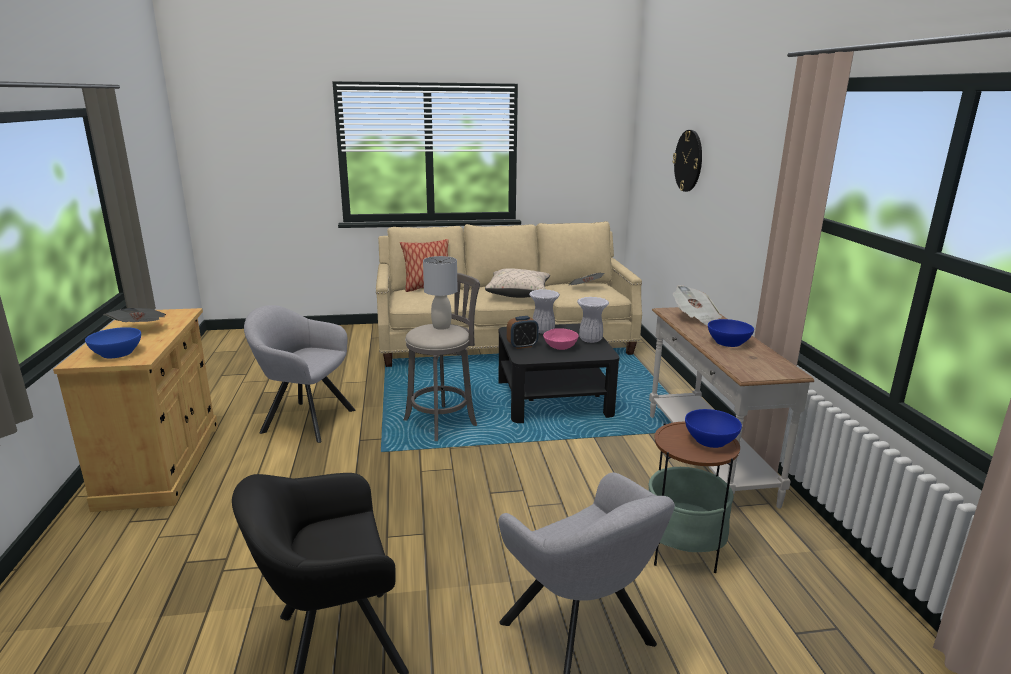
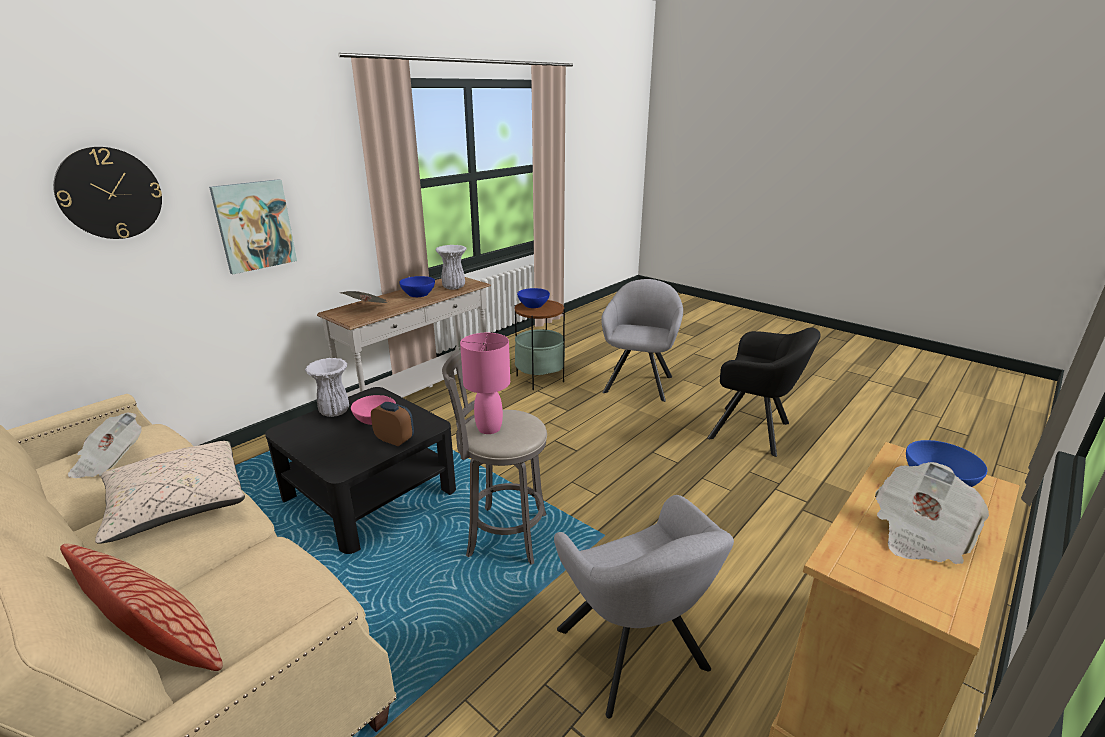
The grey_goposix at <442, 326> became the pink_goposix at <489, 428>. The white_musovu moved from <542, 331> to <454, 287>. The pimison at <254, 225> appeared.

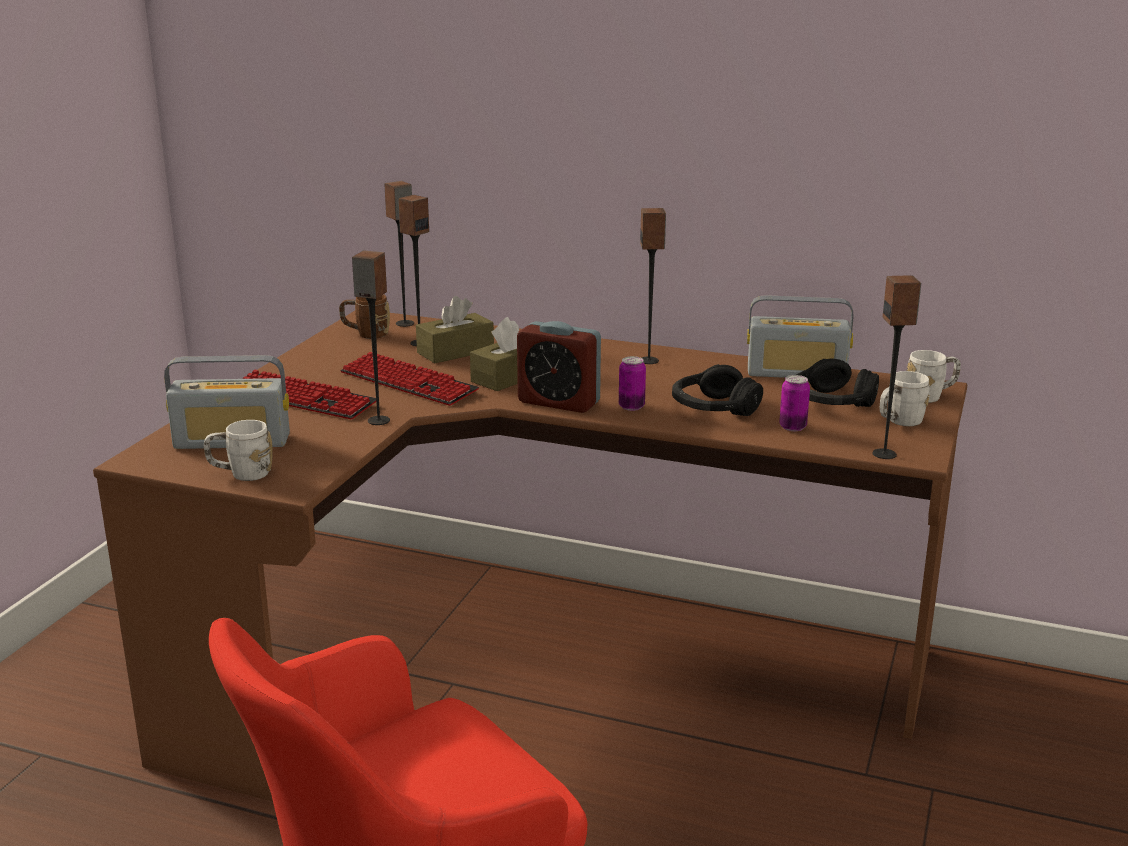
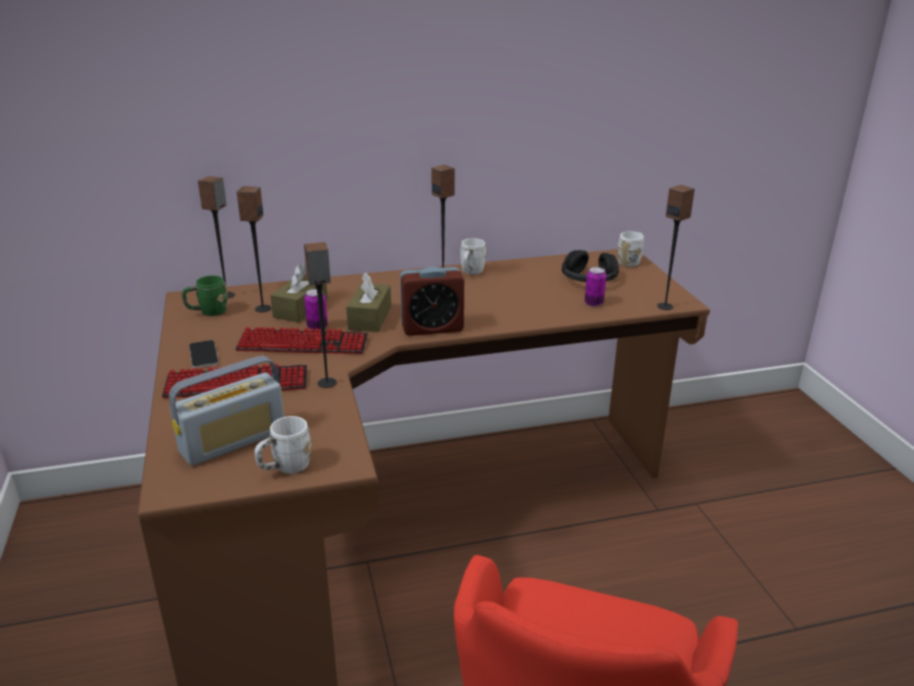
The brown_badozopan at <366, 334> became the green_badozopan at <207, 312>. The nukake moved from <631, 407> to <317, 327>. The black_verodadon at <713, 408> disappeared. The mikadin at <796, 373> disappeared. The white_badozopan moved from <899, 422> to <471, 272>. The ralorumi at <203, 355> appeared.

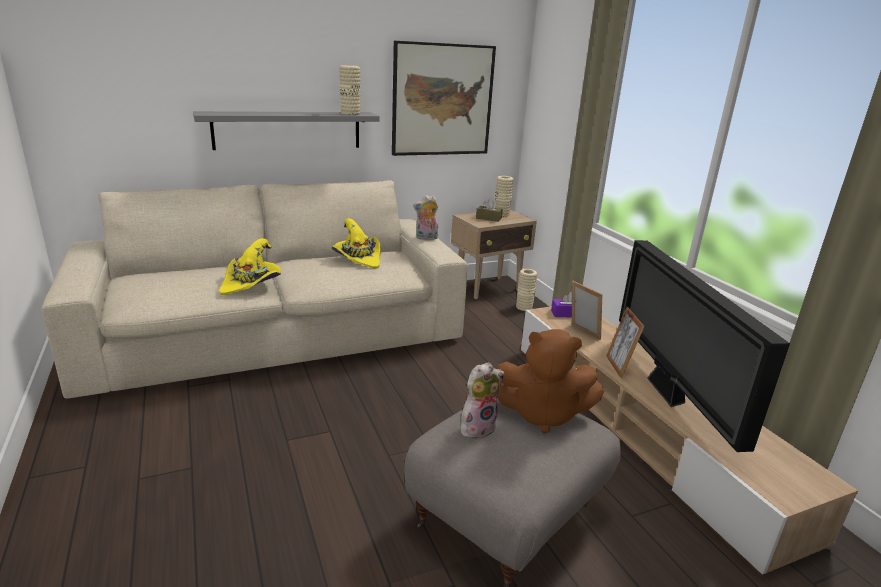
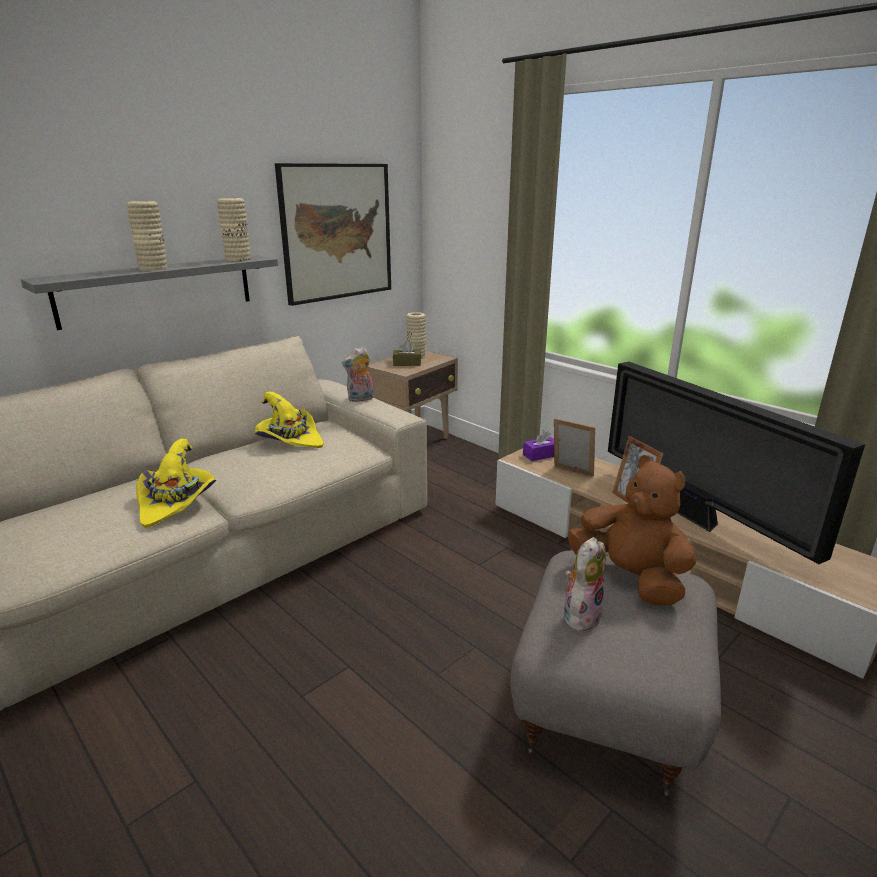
The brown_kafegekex at <542, 414> turned 120 degrees counterclockwise. The beige_musovu moved from <524, 307> to <153, 268>.

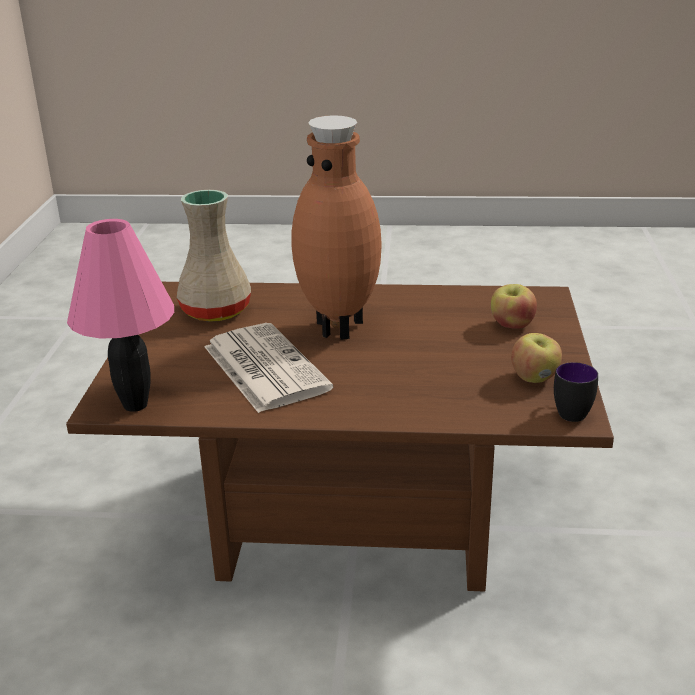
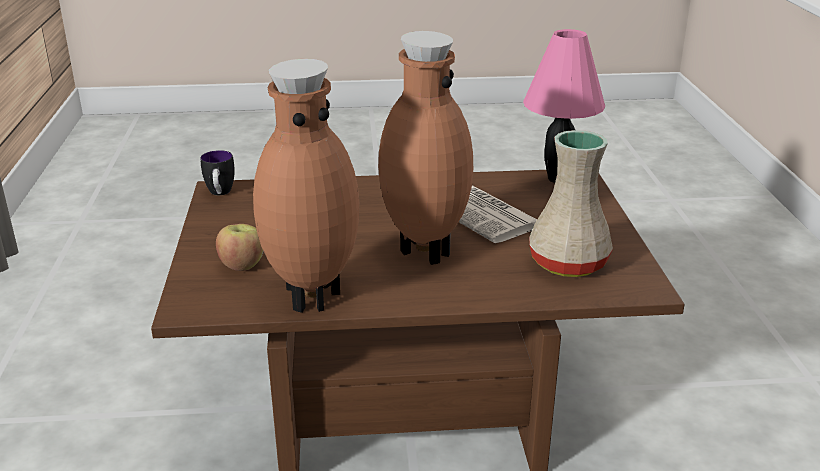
The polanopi at <535, 378> disappeared. The brown_musovu at <311, 296> appeared.

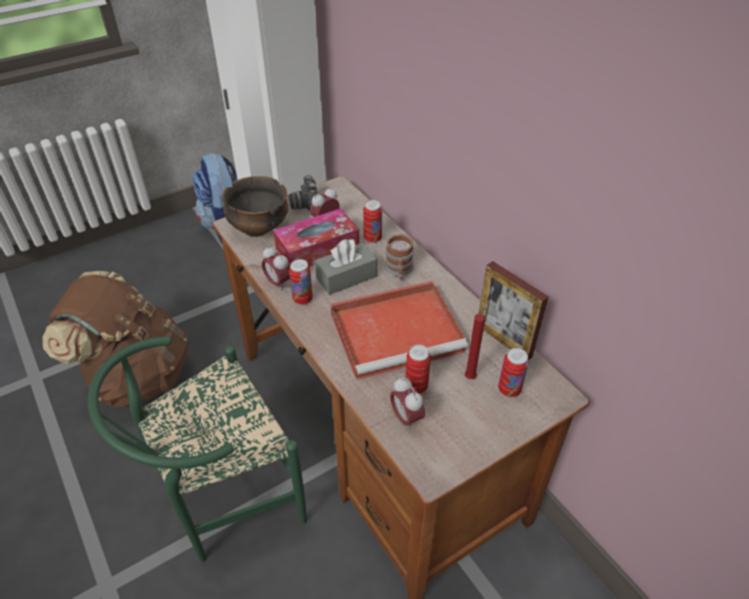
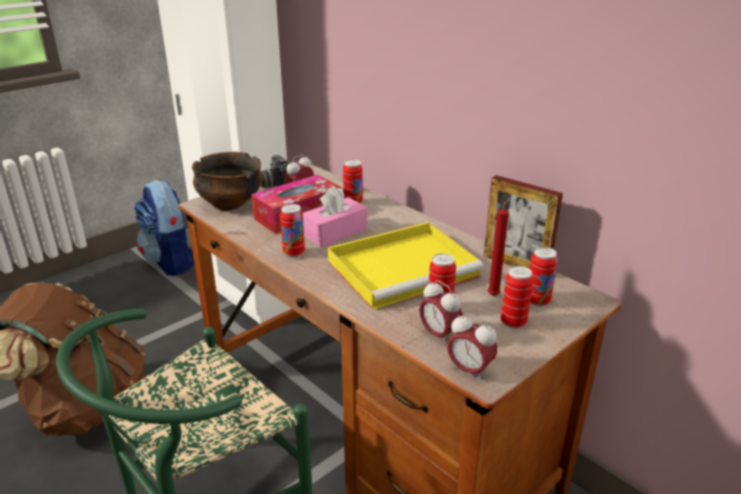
The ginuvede moved from <278, 283> to <469, 370>. The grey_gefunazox at <346, 277> became the pink_gefunazox at <335, 232>. The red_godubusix at <398, 331> became the yellow_godubusix at <405, 268>. The badozopan at <399, 270> disappeared. The nukake at <513, 322> appeared.

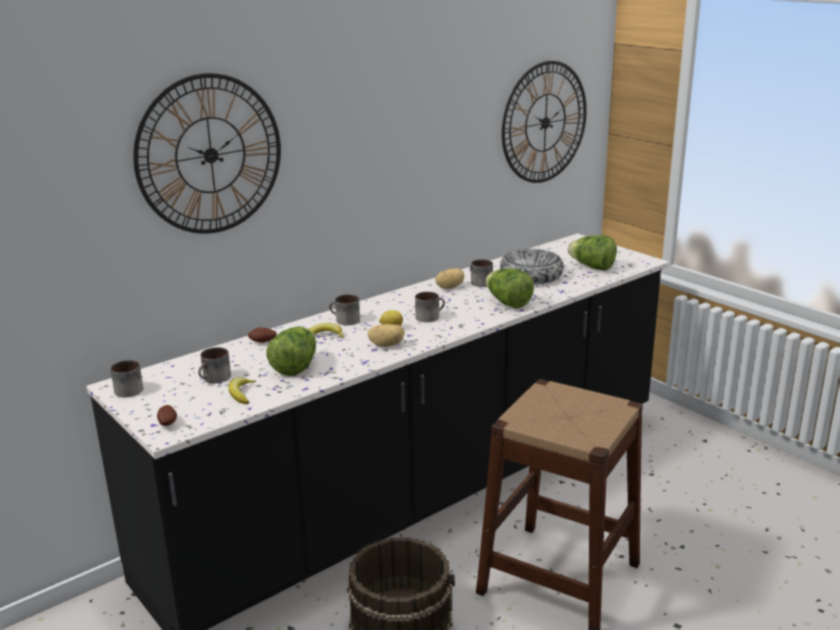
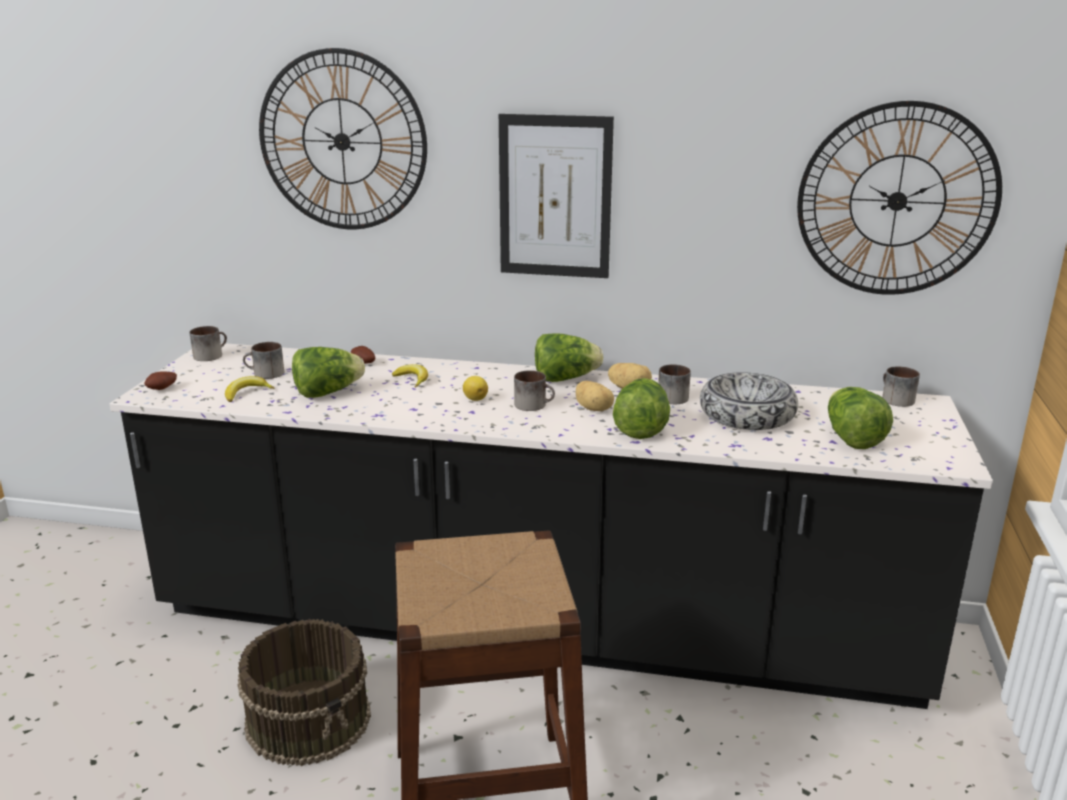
The badozopan moved from <344, 320> to <894, 399>. The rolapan moved from <386, 345> to <594, 409>. The pimison at <555, 197> appeared. The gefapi at <565, 379> appeared.

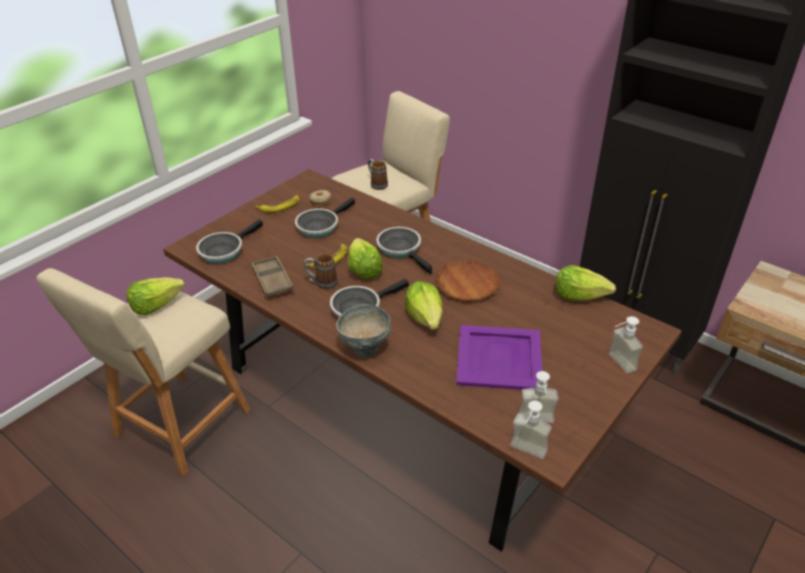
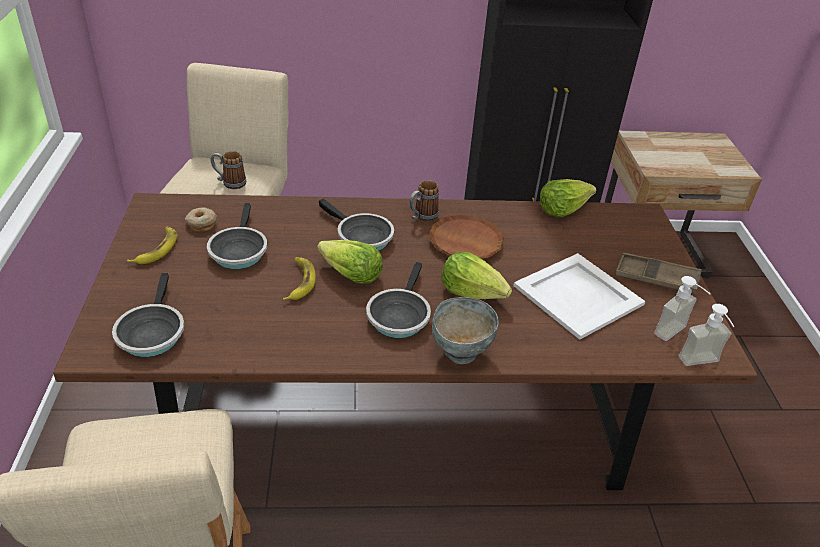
The gefapi at <156, 304> disappeared. The brown_godubusix moved from <272, 280> to <656, 278>. The badozopan moved from <321, 283> to <422, 217>. The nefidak at <401, 249> turned 150 degrees counterclockwise. The purple_godubusix at <500, 357> became the white_godubusix at <578, 294>. The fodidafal at <616, 364> disappeared.

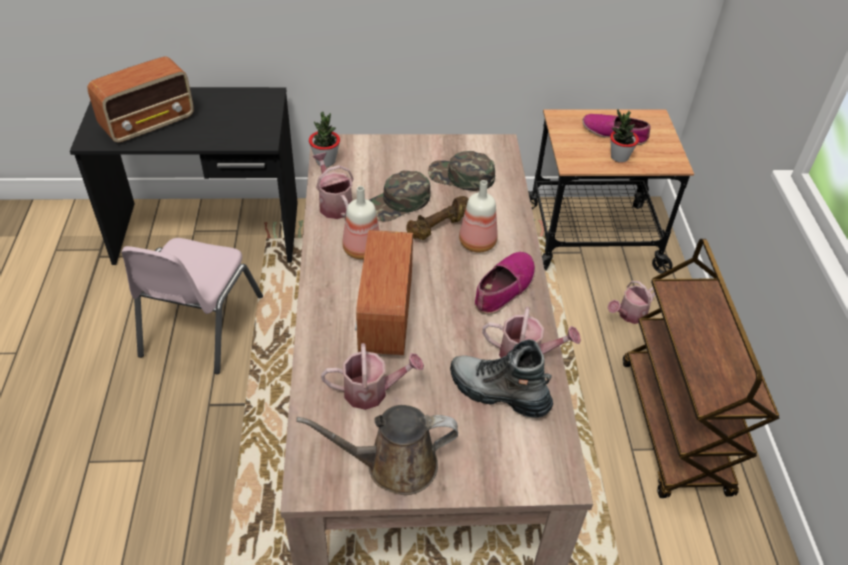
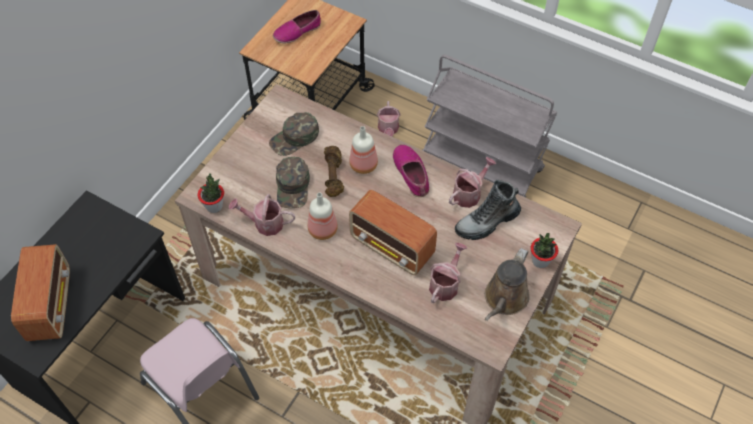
The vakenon moved from <619, 157> to <540, 261>. The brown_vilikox at <674, 427> became the grey_vilikox at <482, 164>.

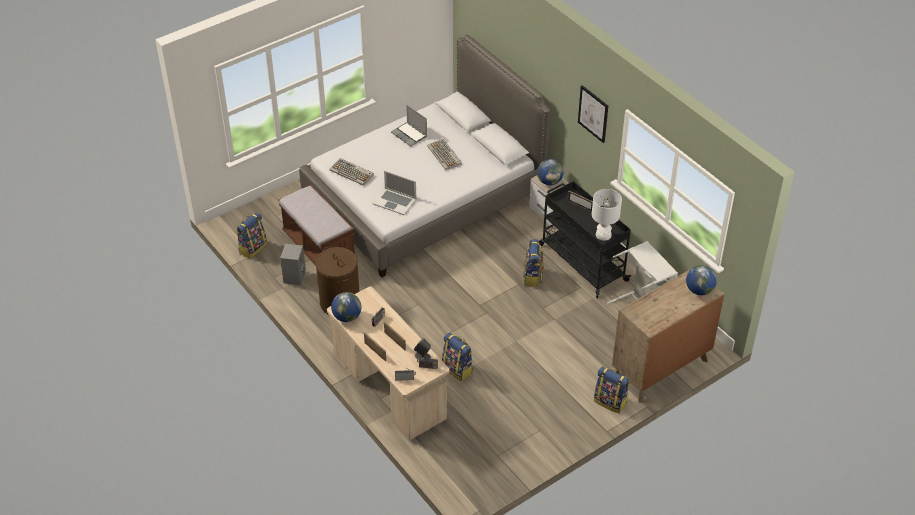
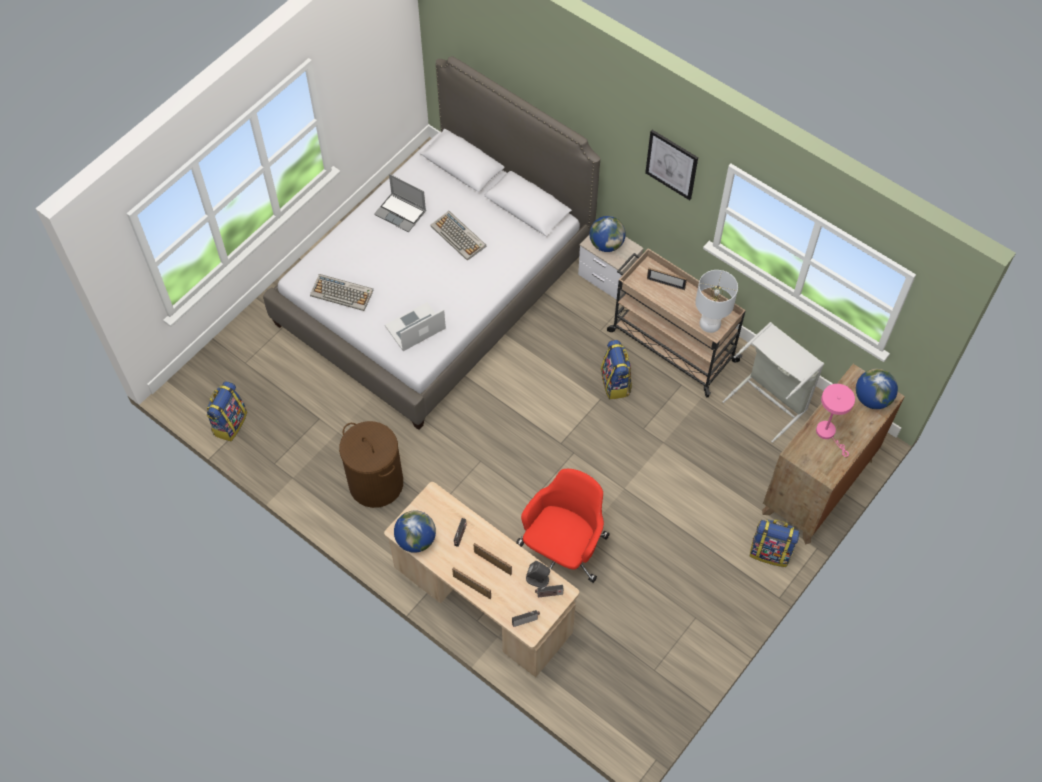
The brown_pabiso at <319, 247> disappeared. The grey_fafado at <294, 276> disappeared. The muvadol at <394, 201> turned 135 degrees clockwise. The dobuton at <458, 369> was replaced by the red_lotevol at <563, 550>. The black_vilikox at <581, 262> became the beige_vilikox at <671, 345>. The pink_goposix at <828, 433> appeared.

